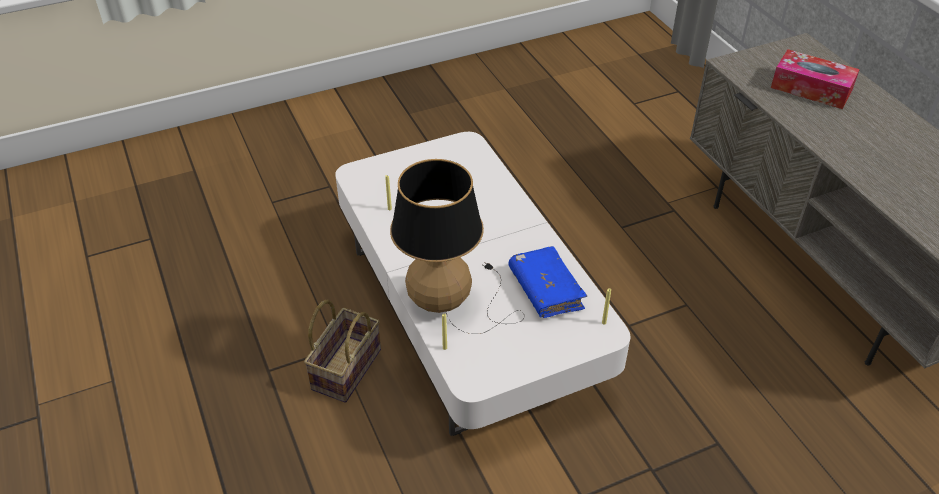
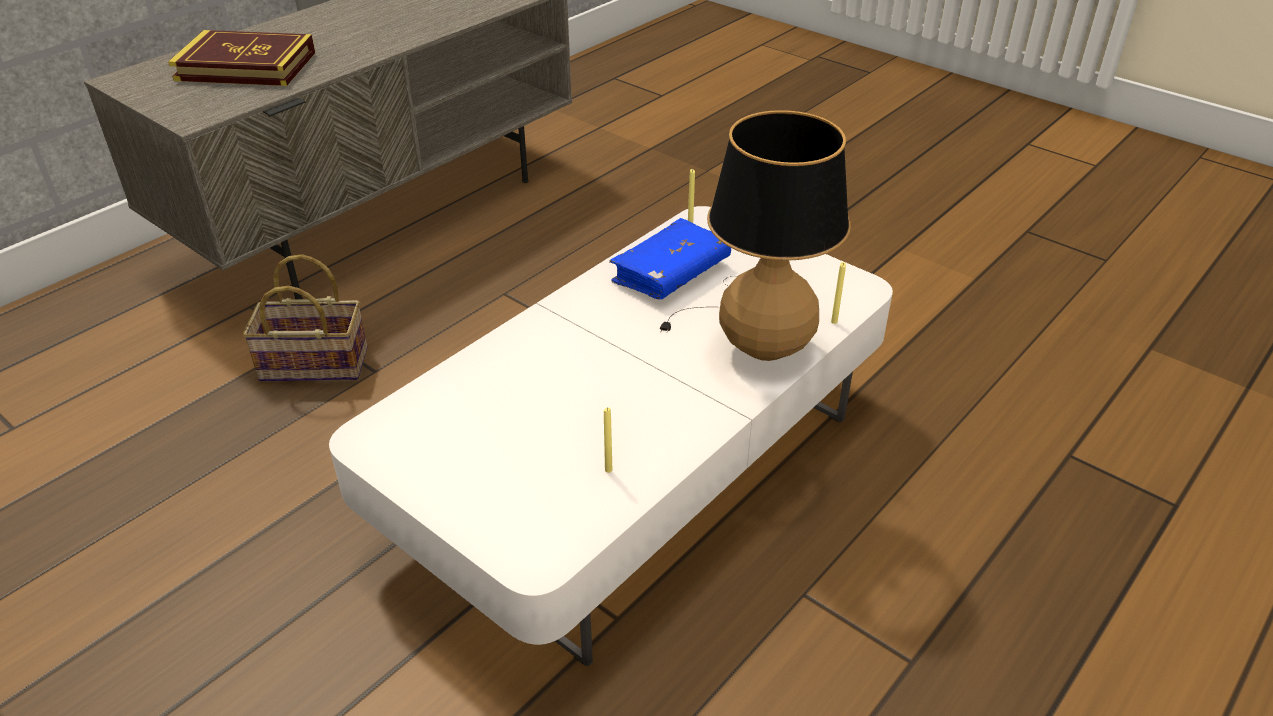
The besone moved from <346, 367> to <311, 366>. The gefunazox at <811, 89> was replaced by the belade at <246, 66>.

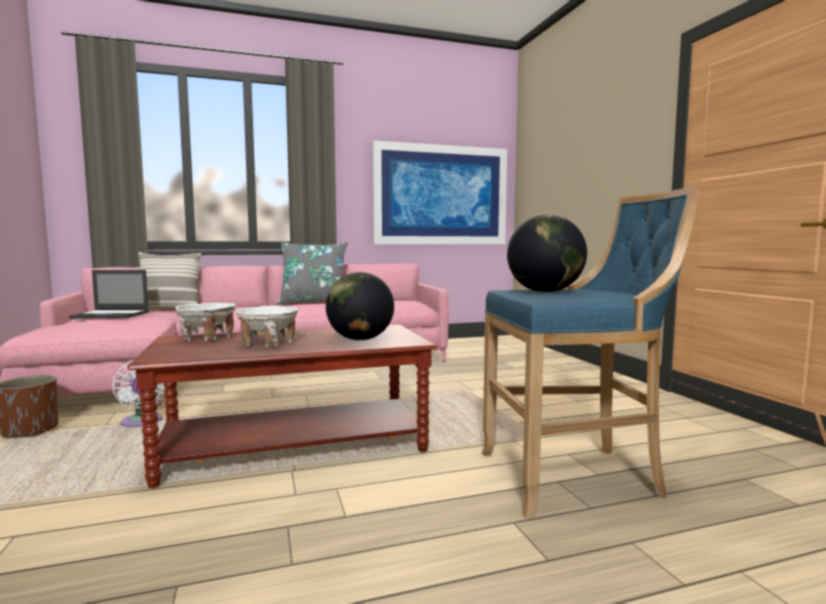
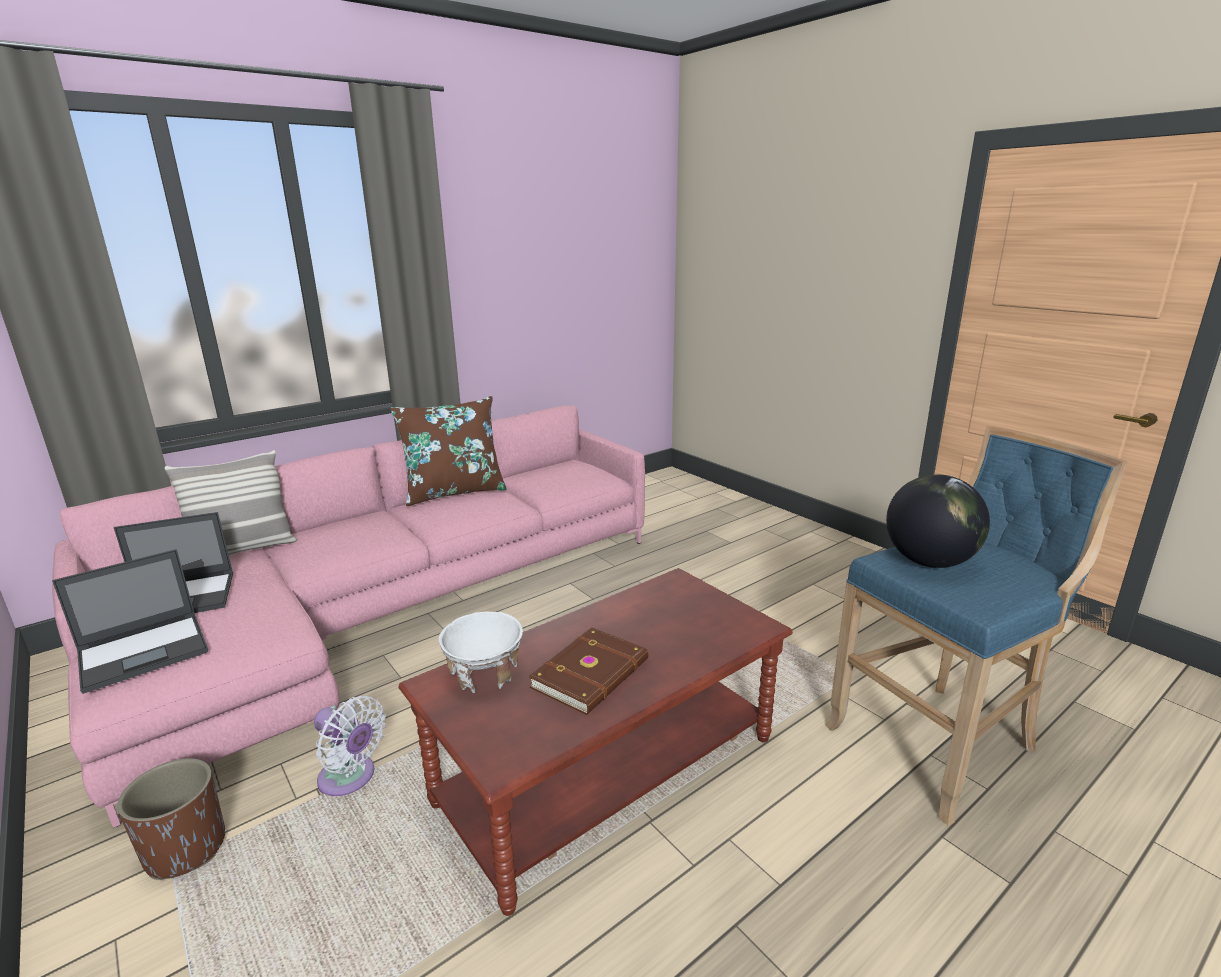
The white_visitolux at <268, 343> was replaced by the brown_belade at <592, 674>. The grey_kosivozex at <313, 303> became the brown_kosivozex at <454, 492>. The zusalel at <360, 339> disappeared. The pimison at <440, 195> disappeared. The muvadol at <145, 651> appeared.

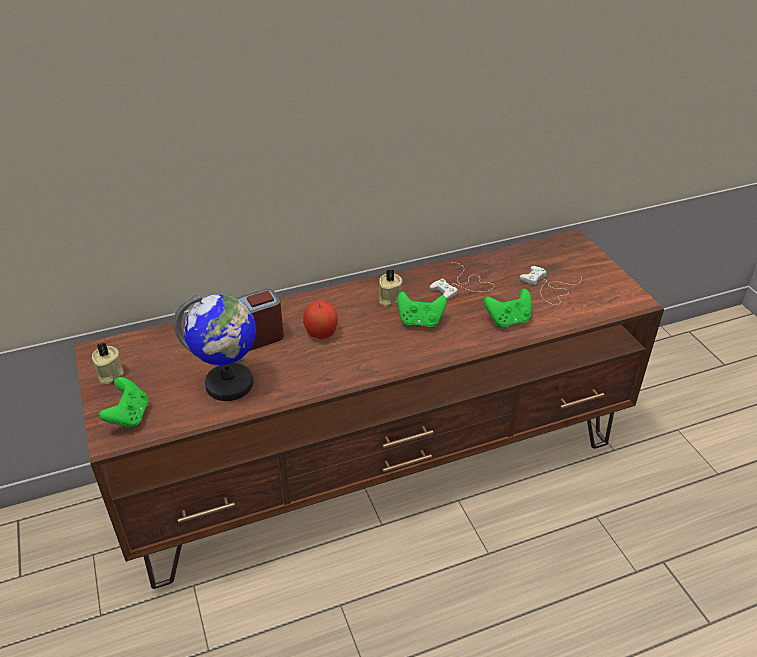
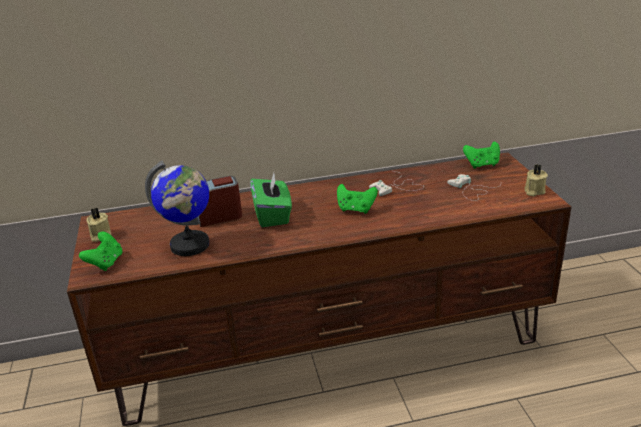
The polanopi at <321, 333> was replaced by the green_gefunazox at <272, 215>. The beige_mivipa moved from <388, 298> to <533, 191>. The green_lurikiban moved from <508, 320> to <482, 165>.

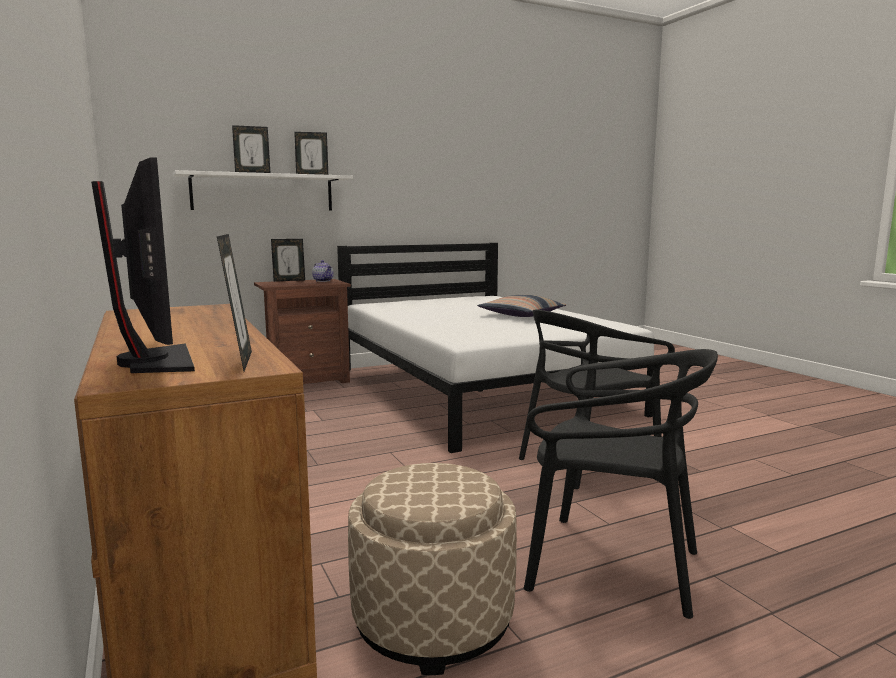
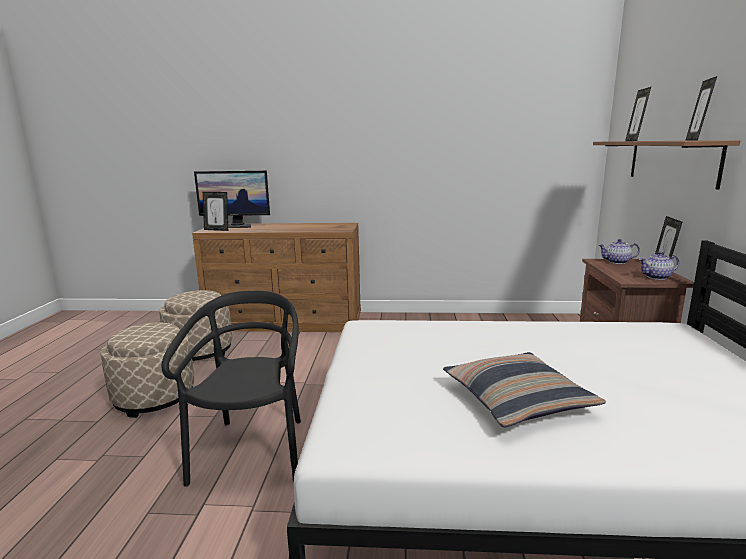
The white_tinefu at <263, 192> became the brown_tinefu at <671, 161>. The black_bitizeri at <612, 566> was replaced by the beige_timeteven at <154, 397>. The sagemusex at <617, 262> appeared.

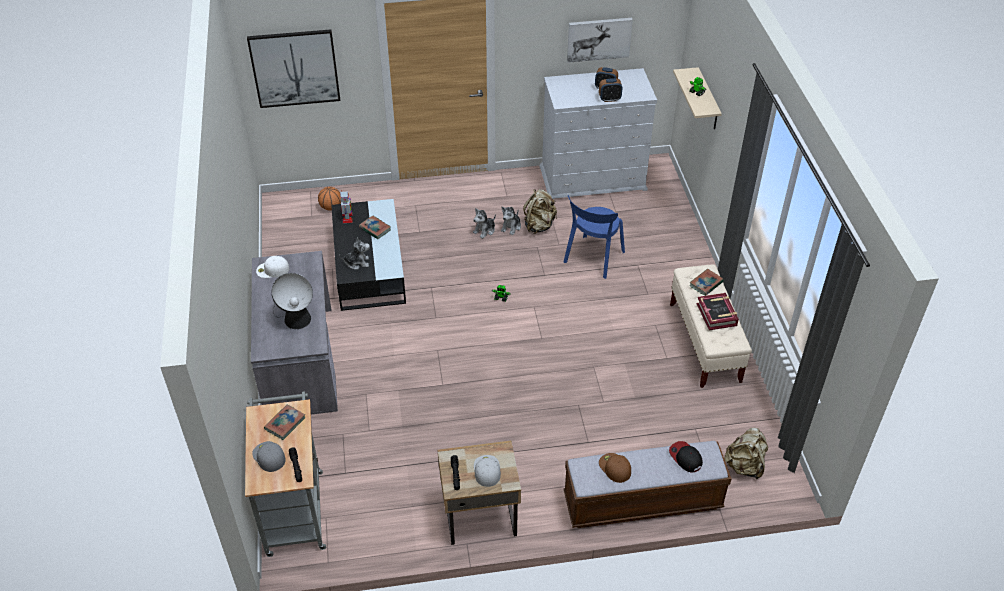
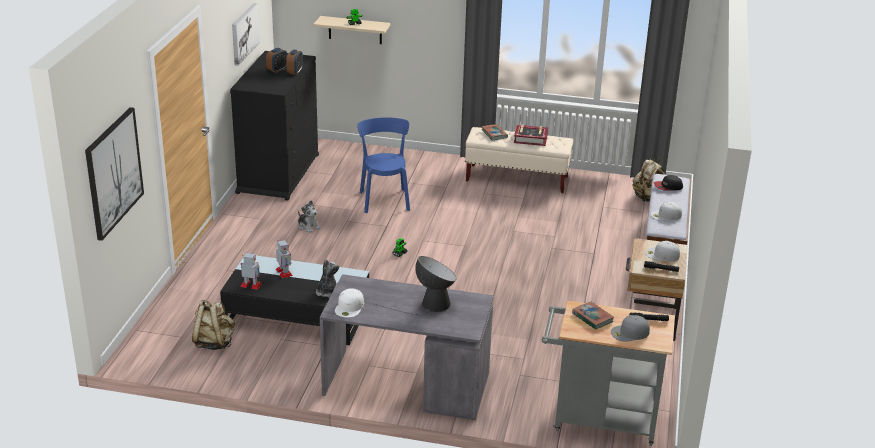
The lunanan at <331, 207> disappeared. The belade at <375, 229> was replaced by the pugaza at <284, 272>. The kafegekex at <485, 230> disappeared. The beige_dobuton moved from <539, 225> to <214, 342>. The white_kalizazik at <593, 178> became the black_kalizazik at <278, 173>. The blue_bitizeri at <593, 258> turned 150 degrees counterclockwise. The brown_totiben at <614, 467> became the white_totiben at <666, 215>.

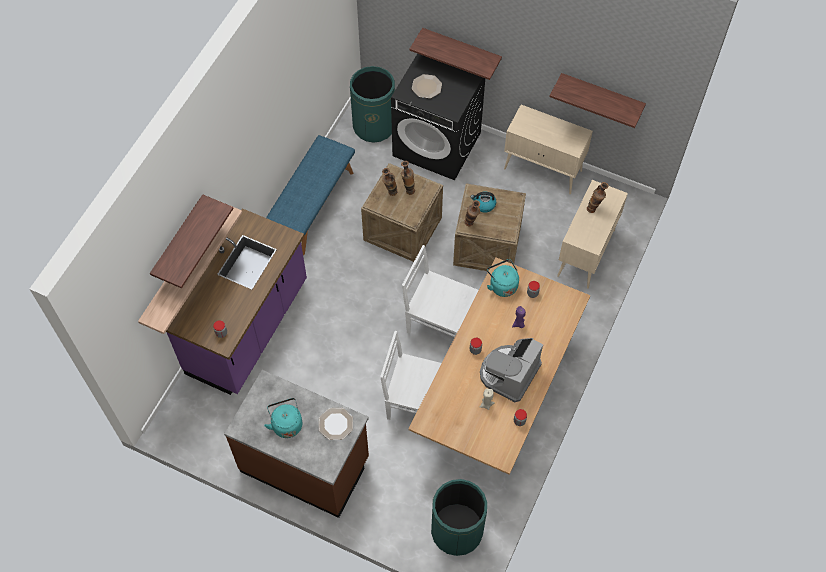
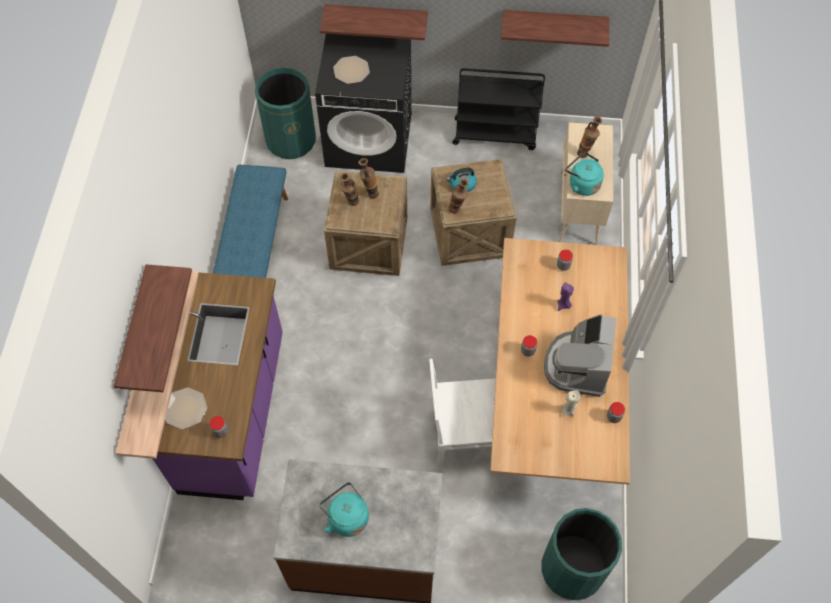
The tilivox moved from <336, 424> to <185, 408>. The white_bitizeri at <439, 322> disappeared. The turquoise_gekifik moved from <502, 285> to <582, 184>. The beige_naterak at <543, 170> was replaced by the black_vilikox at <495, 134>.

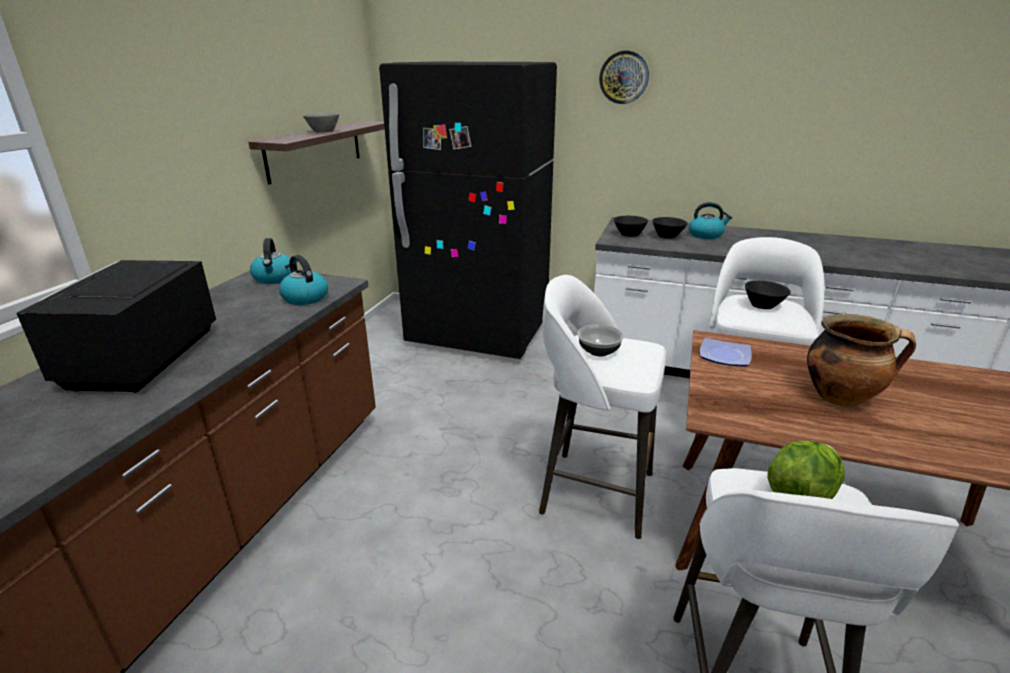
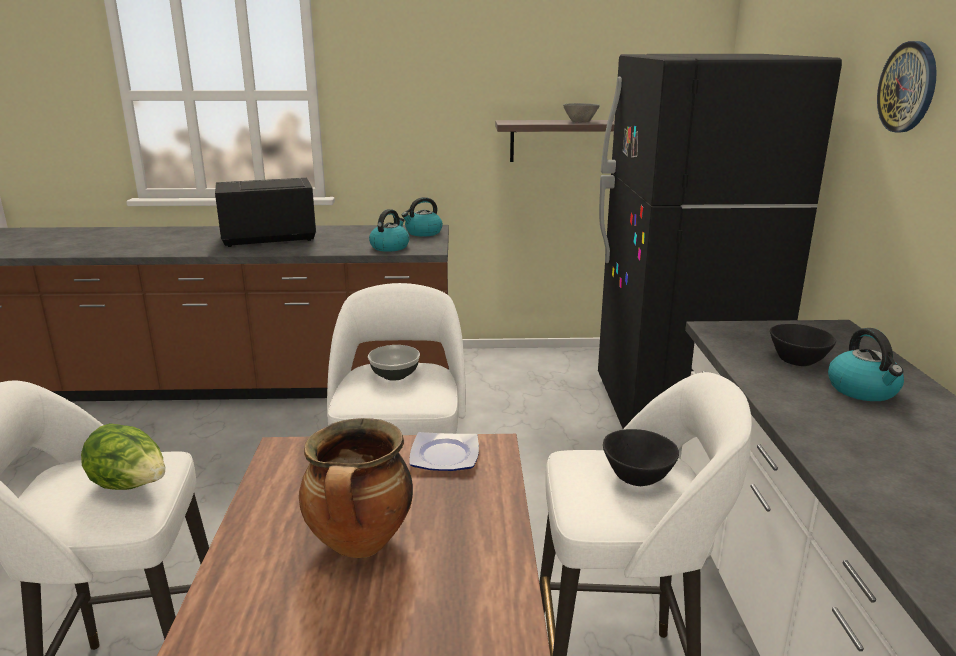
The black_visitolux at <629, 234> disappeared.

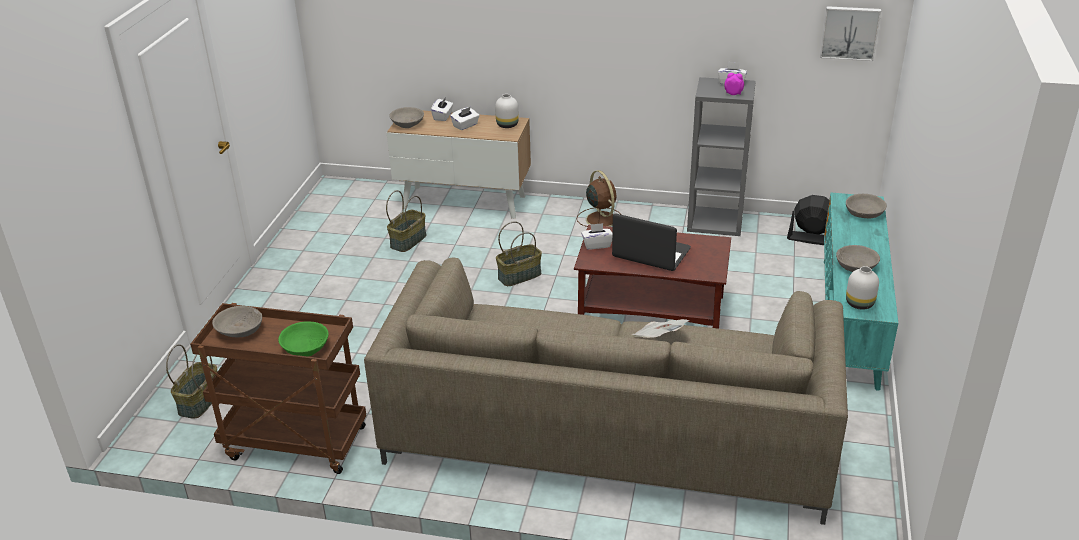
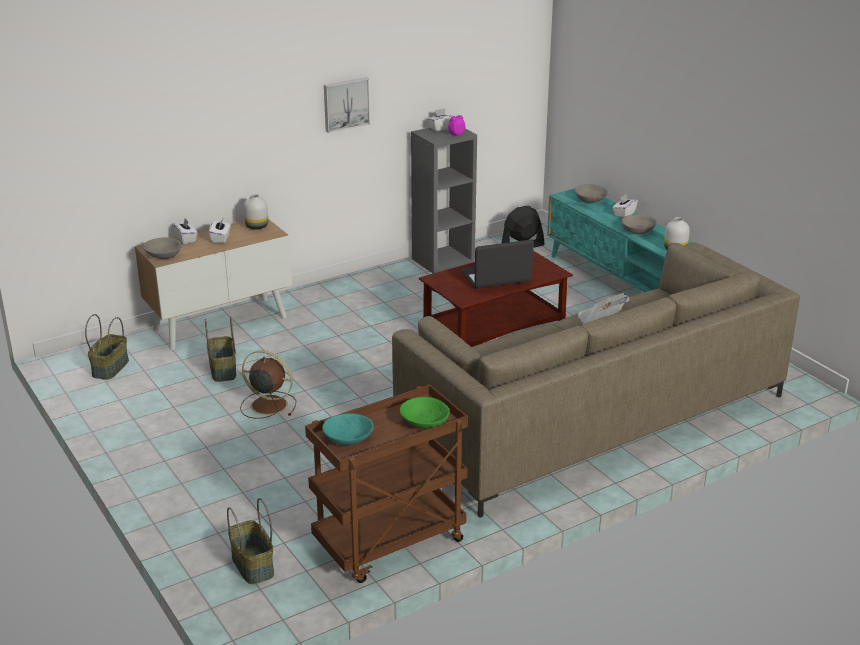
The grey_visitolux at <239, 330> became the turquoise_visitolux at <348, 438>. The besone moved from <519, 275> to <110, 368>. The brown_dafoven moved from <600, 219> to <267, 405>. The white_gefunazox moved from <597, 245> to <624, 214>. The pimison moved from <849, 32> to <345, 104>.

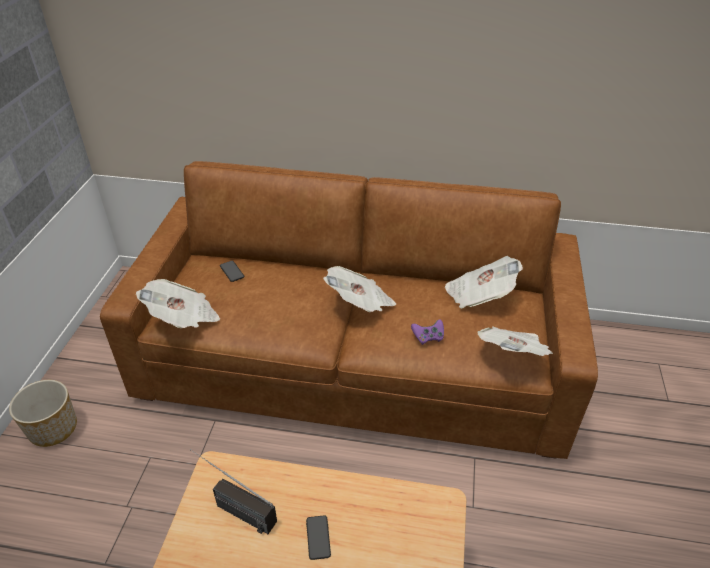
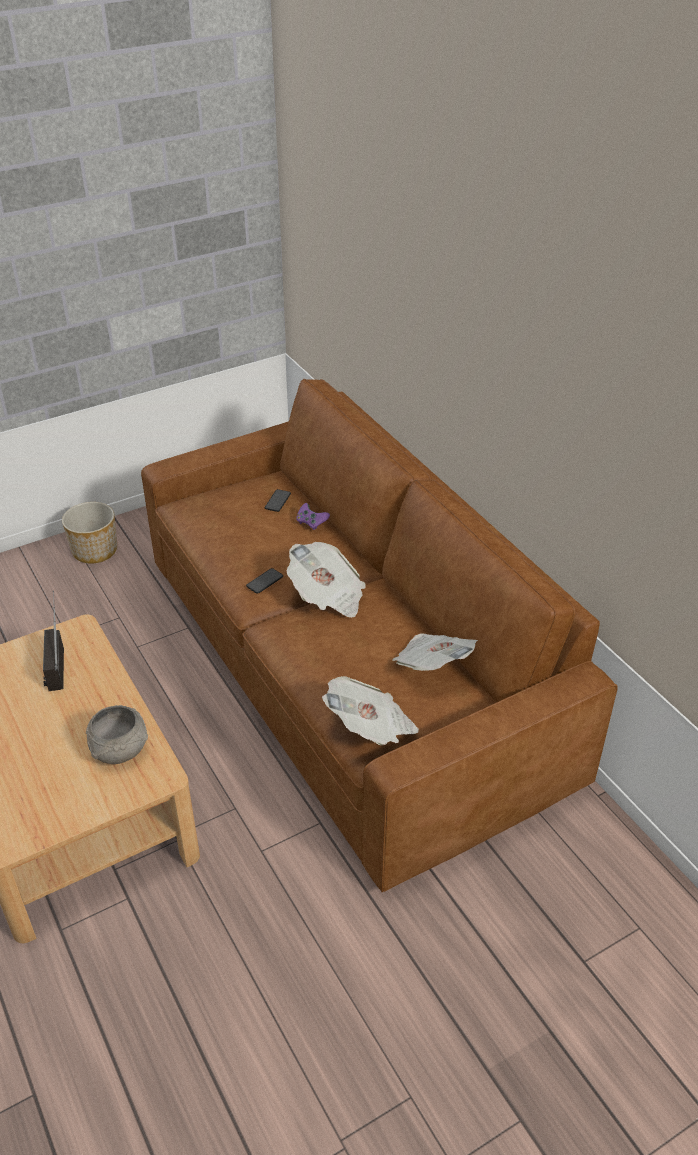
The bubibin at <183, 318> disappeared. The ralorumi moved from <318, 537> to <264, 581>. The purple_lurikiban moved from <428, 337> to <311, 523>. The grey_visitolux at <121, 750> appeared.

